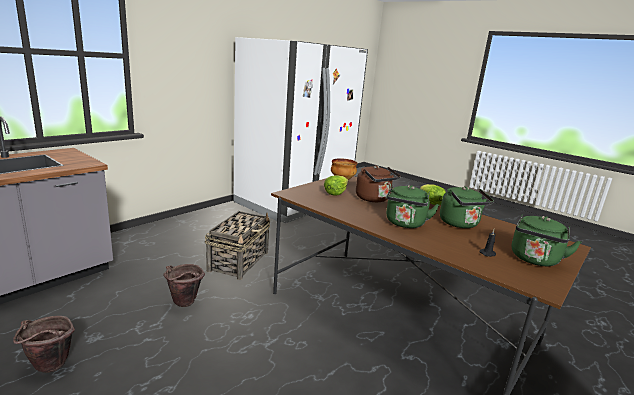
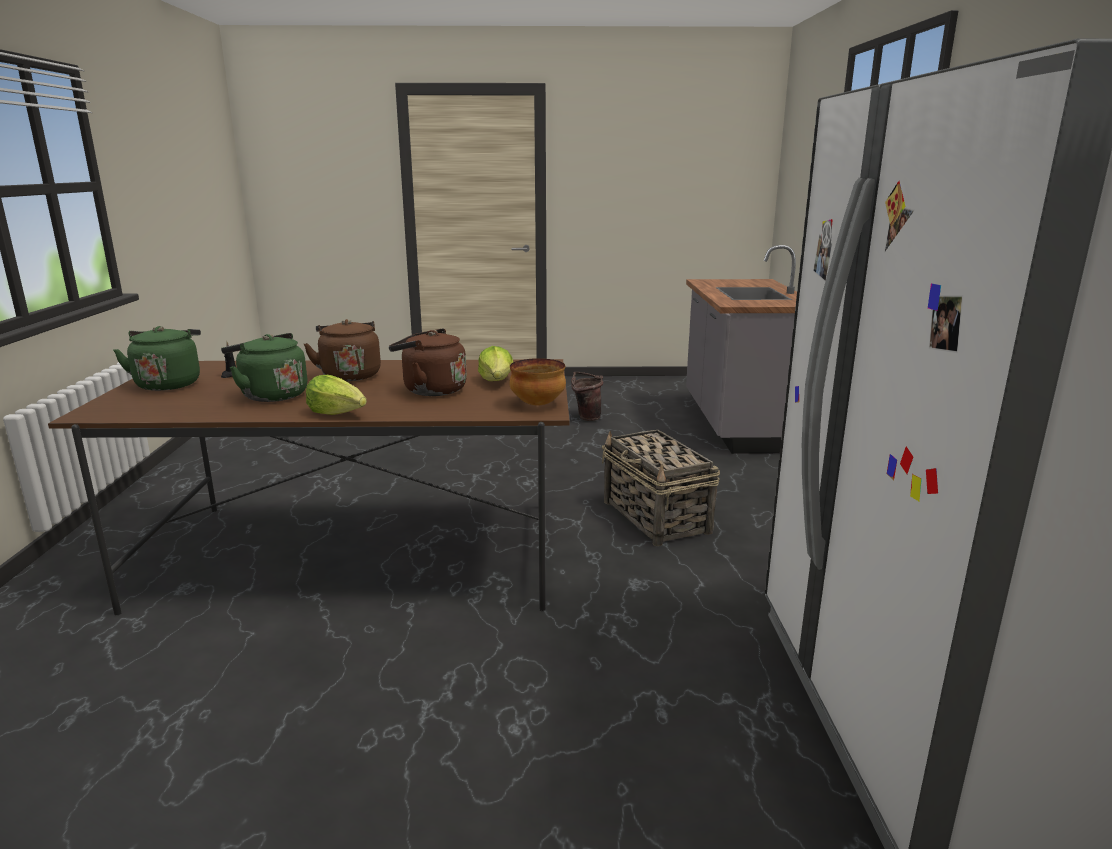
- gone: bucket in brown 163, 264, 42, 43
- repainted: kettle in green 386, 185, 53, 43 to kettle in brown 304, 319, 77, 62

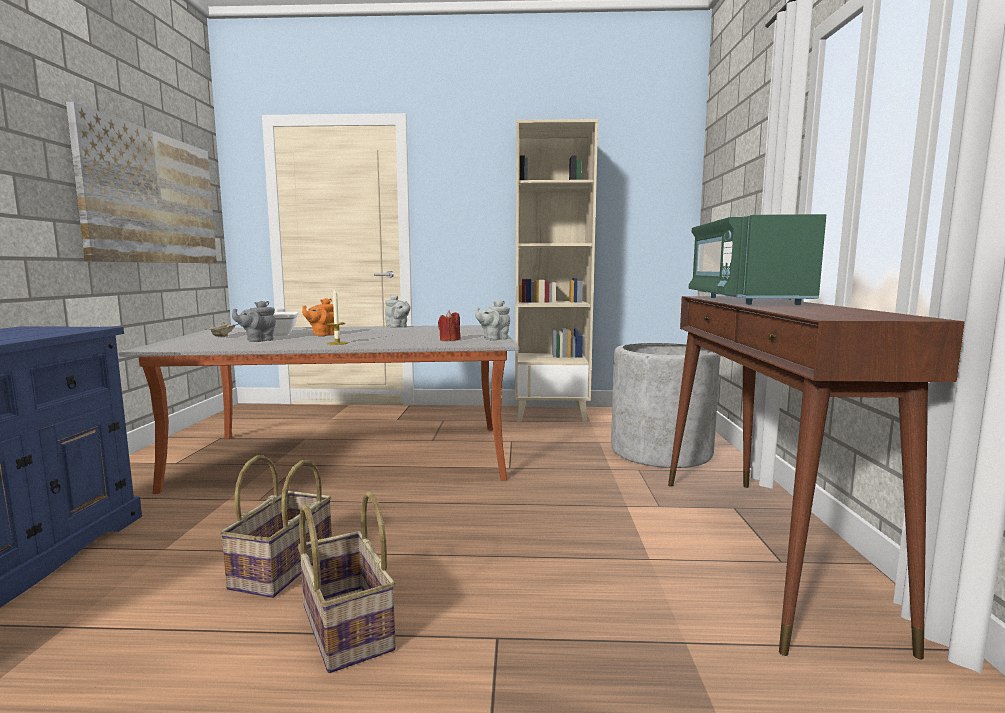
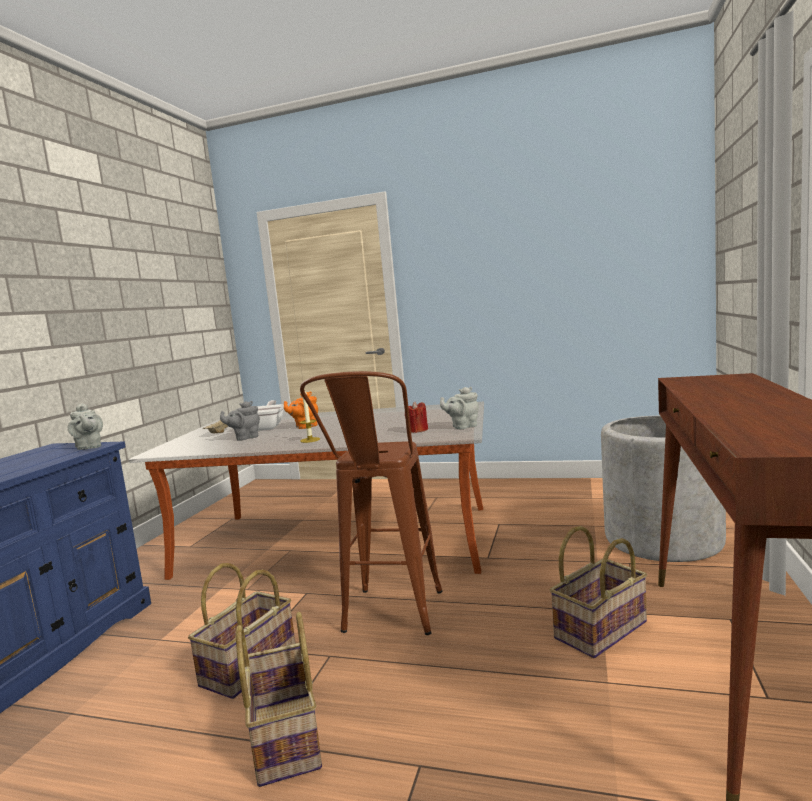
- gone: picture 66, 102, 151, 161
- gone: bookcase in beige 515, 119, 83, 304
- gone: microwave in green 689, 214, 137, 91
- new: stool in brown 300, 371, 142, 264
- new: basket 550, 526, 97, 132
- shifted: teapot in grey 385, 294, 25, 33 to 68, 403, 35, 47

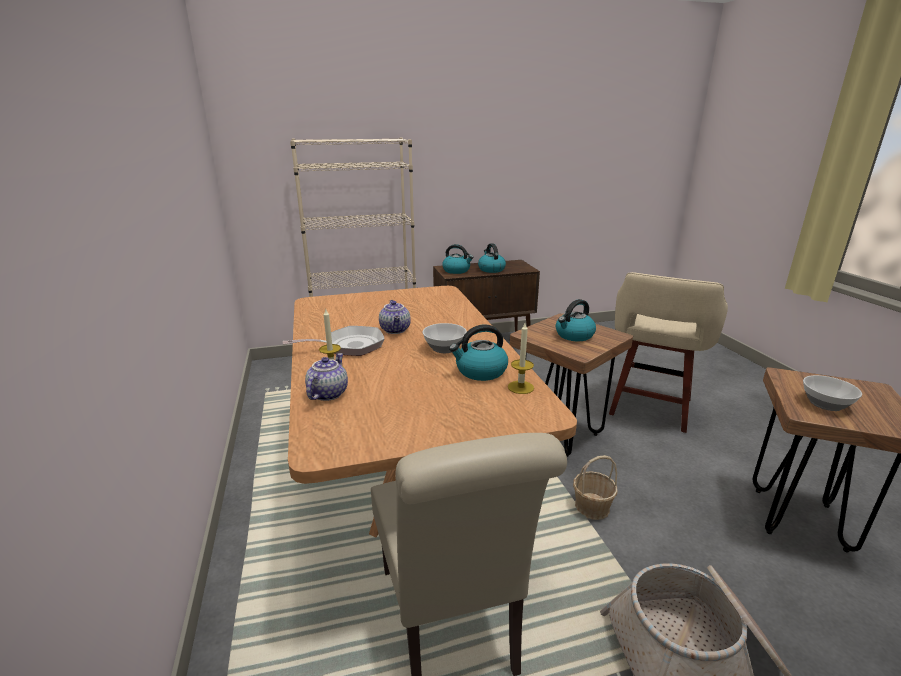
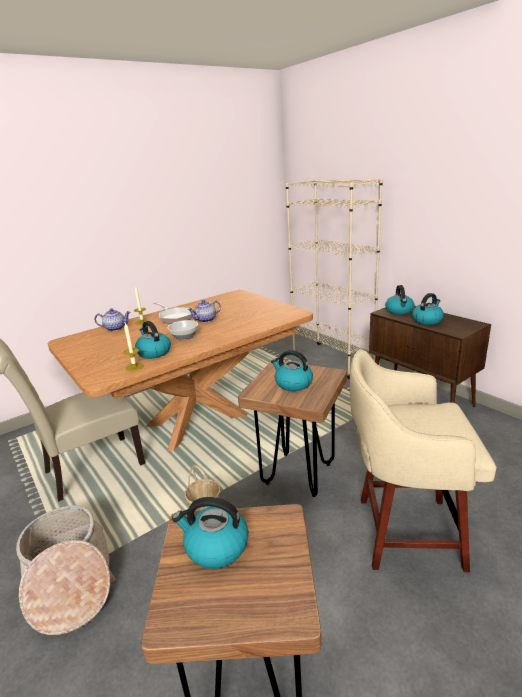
- swapped: bowl 803, 375, 59, 36 to kettle 172, 497, 76, 72

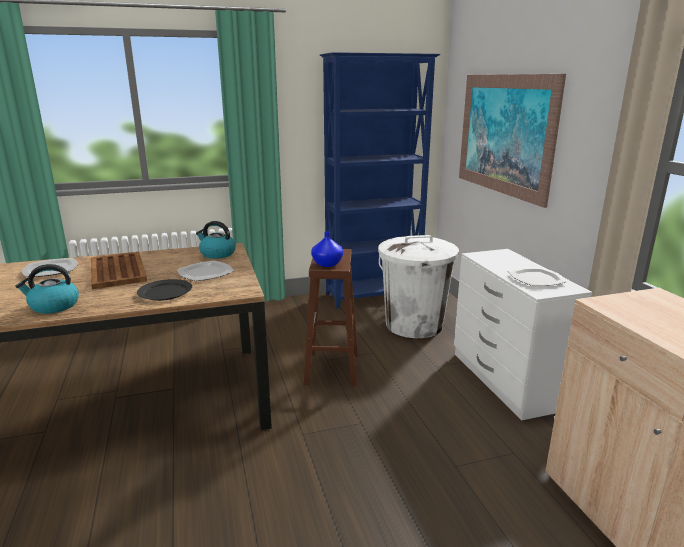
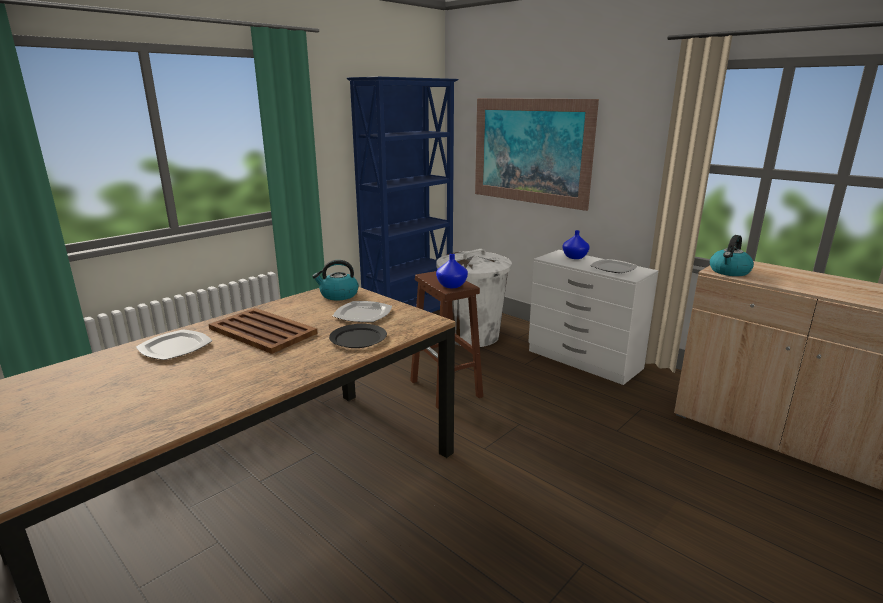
- new: vase in blue 562, 230, 27, 29
- shifted: kettle 15, 264, 64, 50 to 710, 235, 44, 41

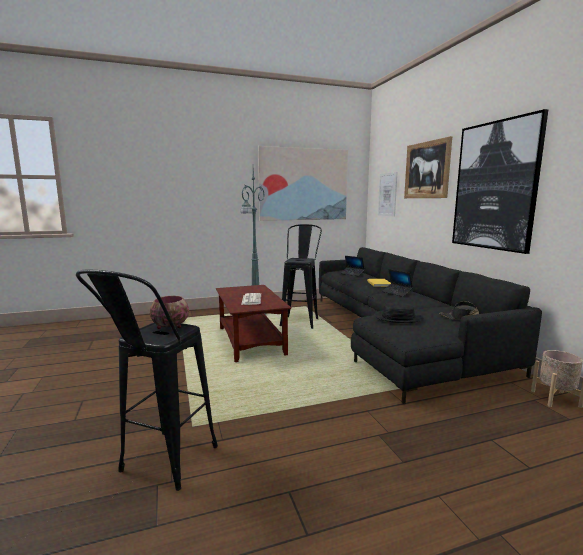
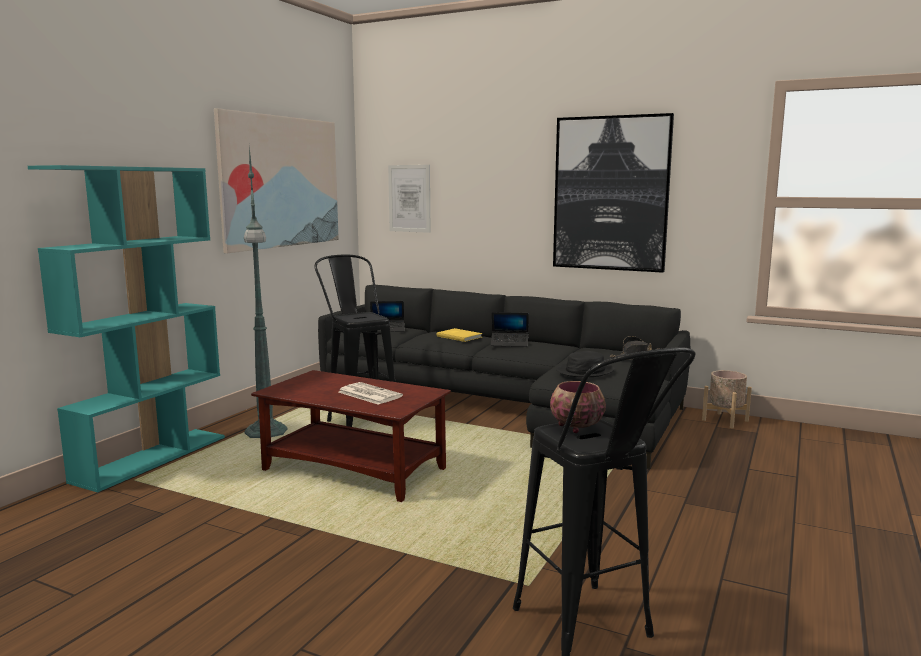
- gone: picture 404, 136, 48, 62
- new: bookcase in turquoise 28, 165, 197, 327

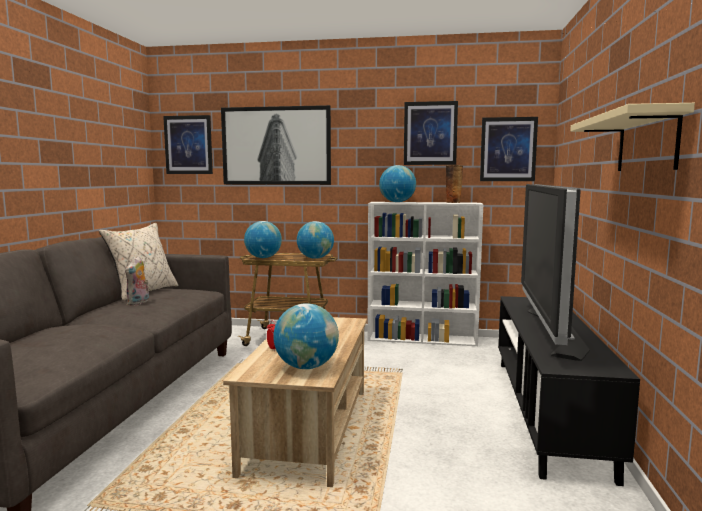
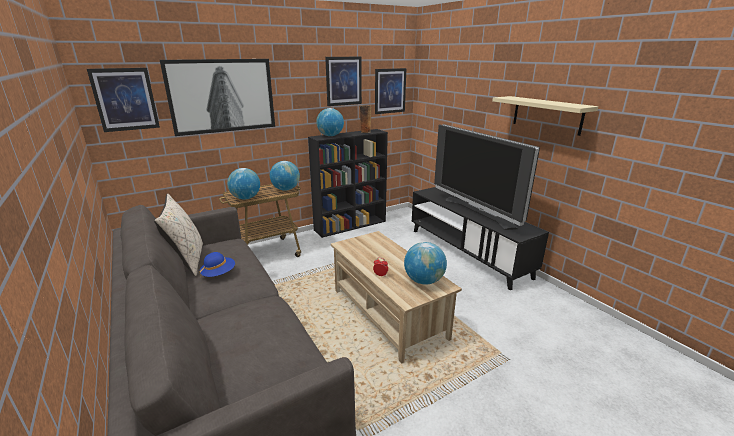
- swapped: plush toy 125, 256, 24, 50 to hat in blue 199, 252, 36, 26
- repainted: bookcase in white 367, 202, 116, 144 to bookcase in black 308, 129, 80, 109

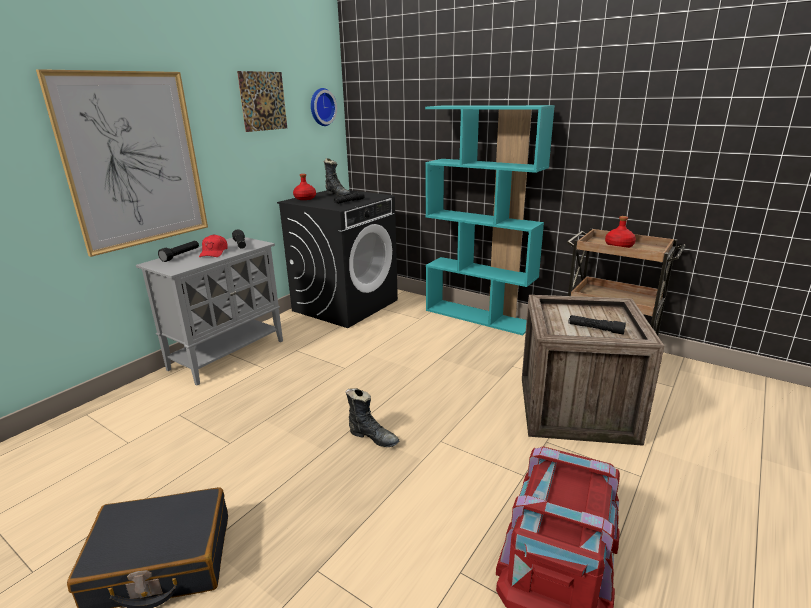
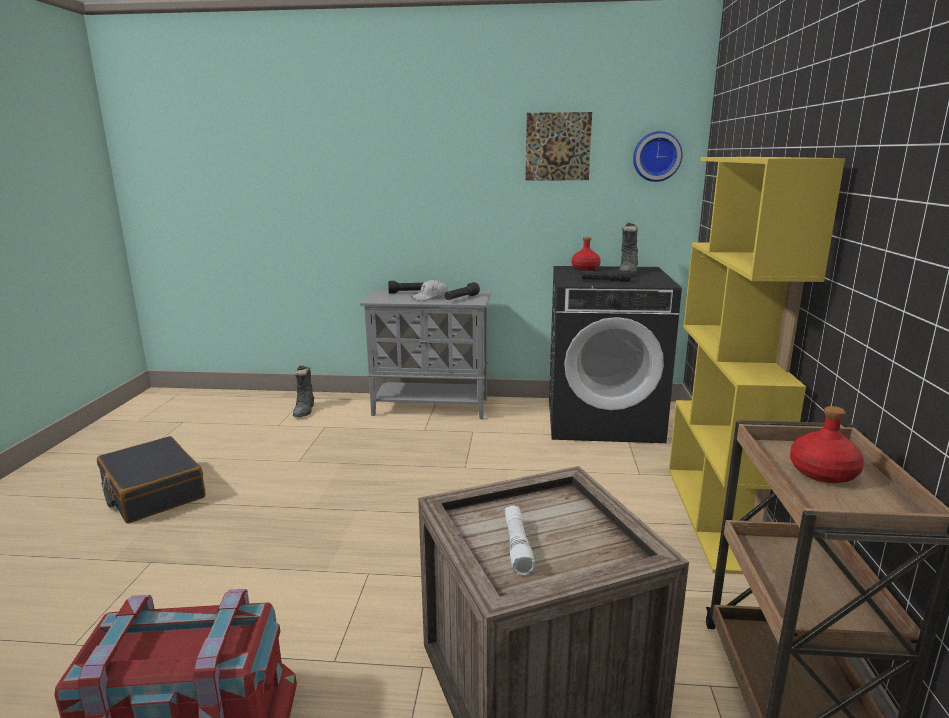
- gone: picture 36, 69, 172, 188
- shifted: boot in black 345, 388, 54, 59 to 293, 365, 21, 52
- repainted: cap in red 199, 234, 29, 23 to cap in white 411, 279, 37, 22
- repainted: bookcase in turquoise 425, 105, 130, 230 to bookcase in yellow 669, 157, 176, 417
- repainted: flashlight in black 568, 315, 58, 20 to flashlight in white 505, 506, 30, 70

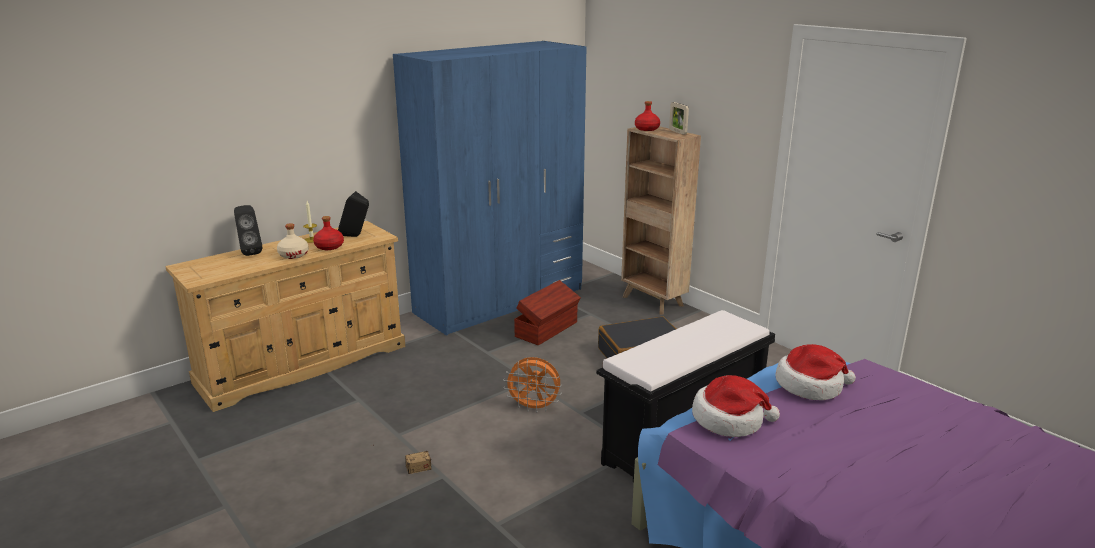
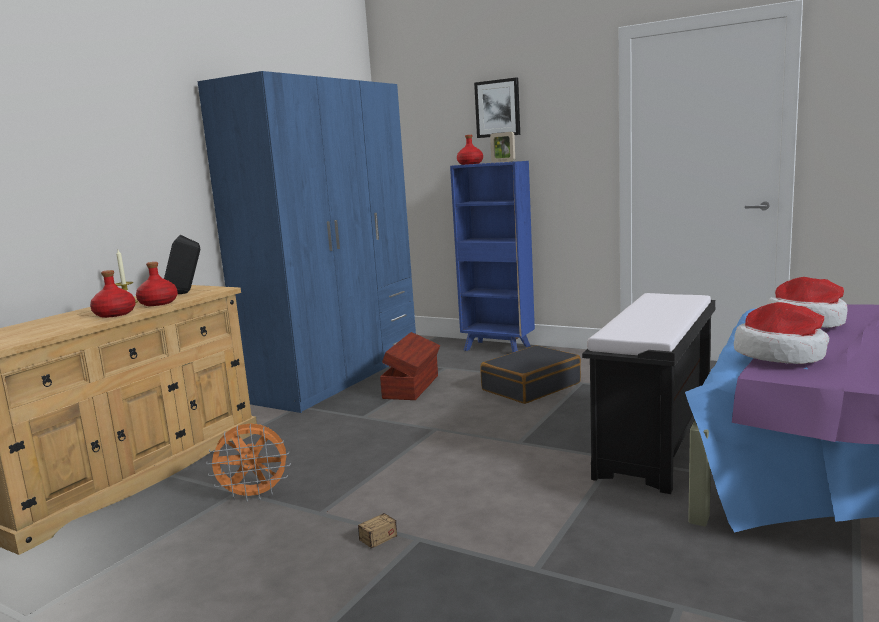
- gone: speaker in black 234, 205, 29, 51
- new: picture 474, 77, 46, 61
- shifted: fan in orange 503, 357, 59, 56 to 206, 424, 85, 78
- repainted: bottle in beige 277, 223, 32, 36 to bottle in red 90, 270, 46, 48
- repainted: bookcase in brown 621, 126, 80, 189 to bookcase in blue 450, 161, 85, 191

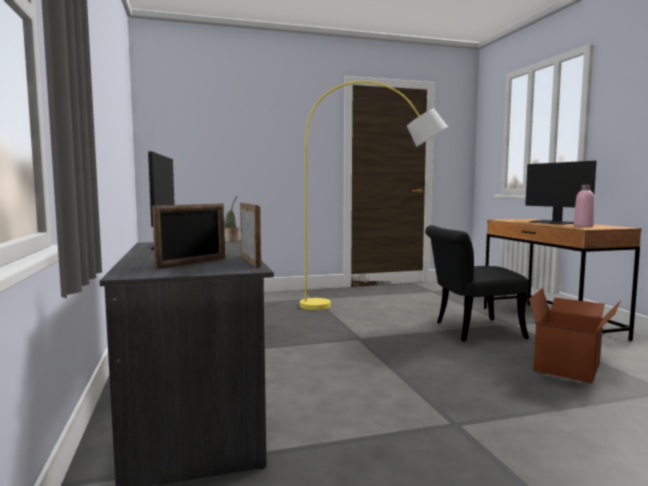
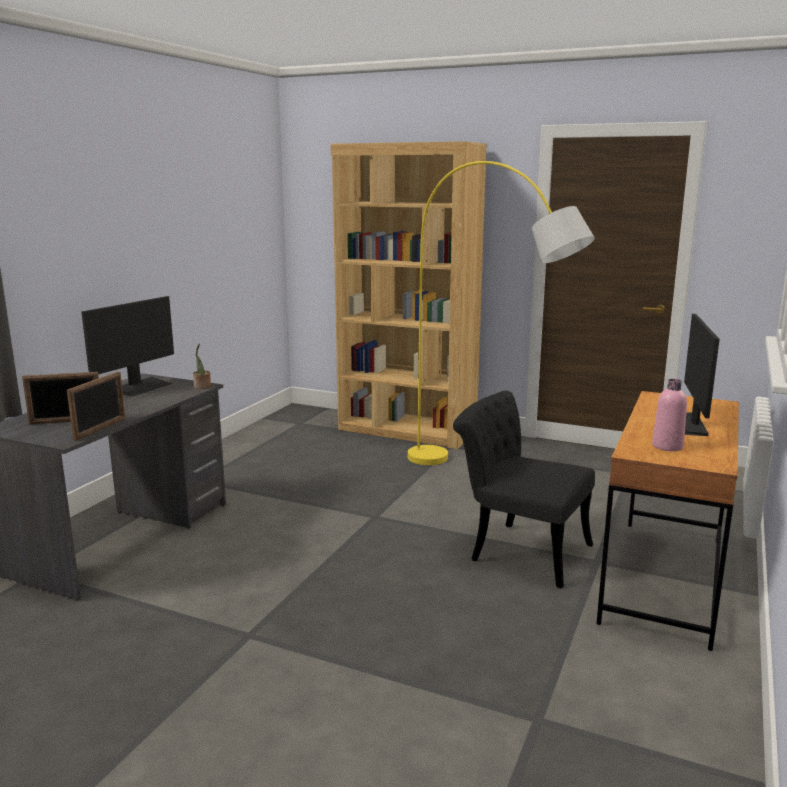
- gone: cardboard box 529, 288, 92, 95
- new: bookcase in brown 331, 141, 156, 308

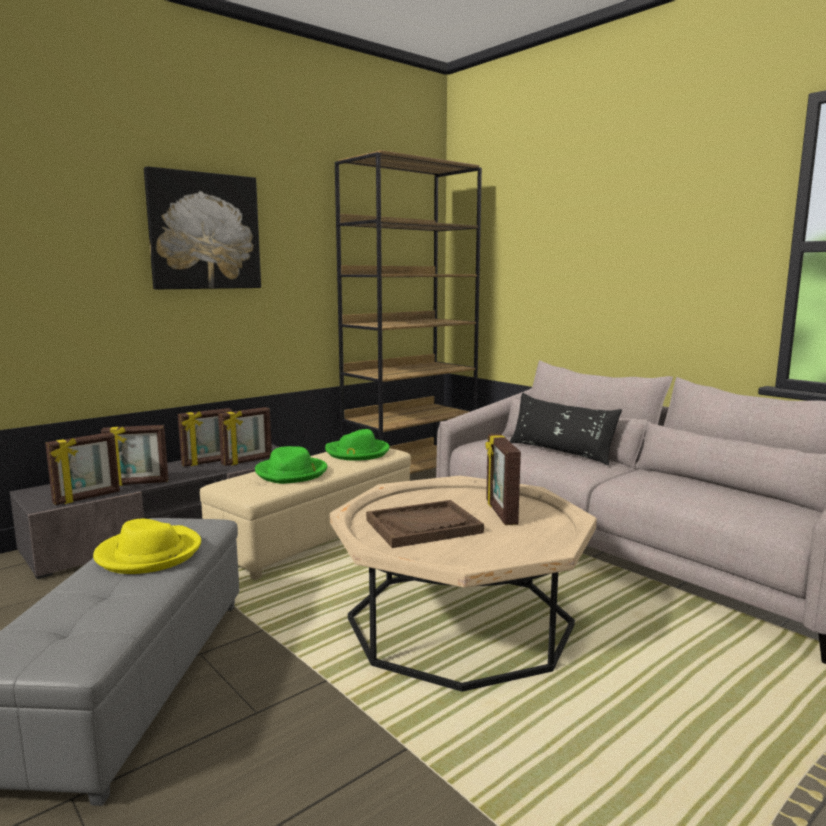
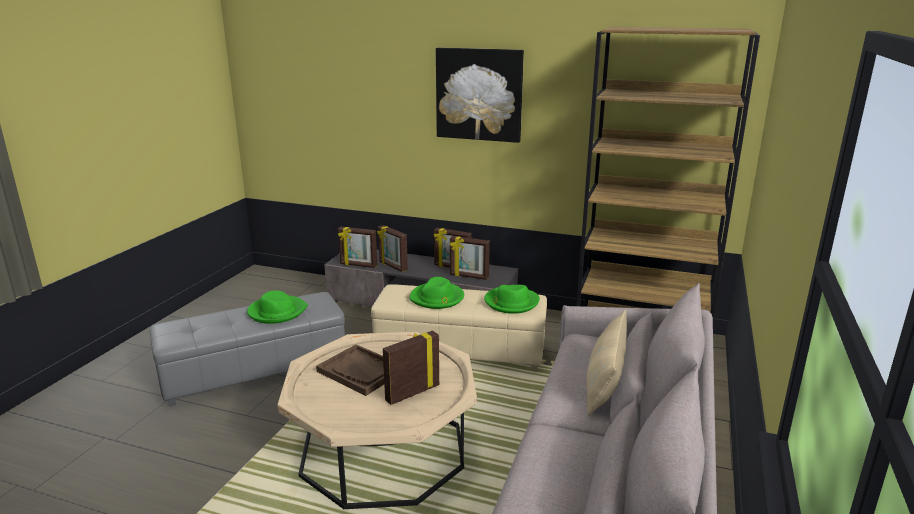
- repainted: hat in yellow 93, 519, 108, 55 to hat in green 247, 290, 61, 34
- repainted: pillow in black 509, 392, 113, 73 to pillow in beige 587, 310, 40, 106

